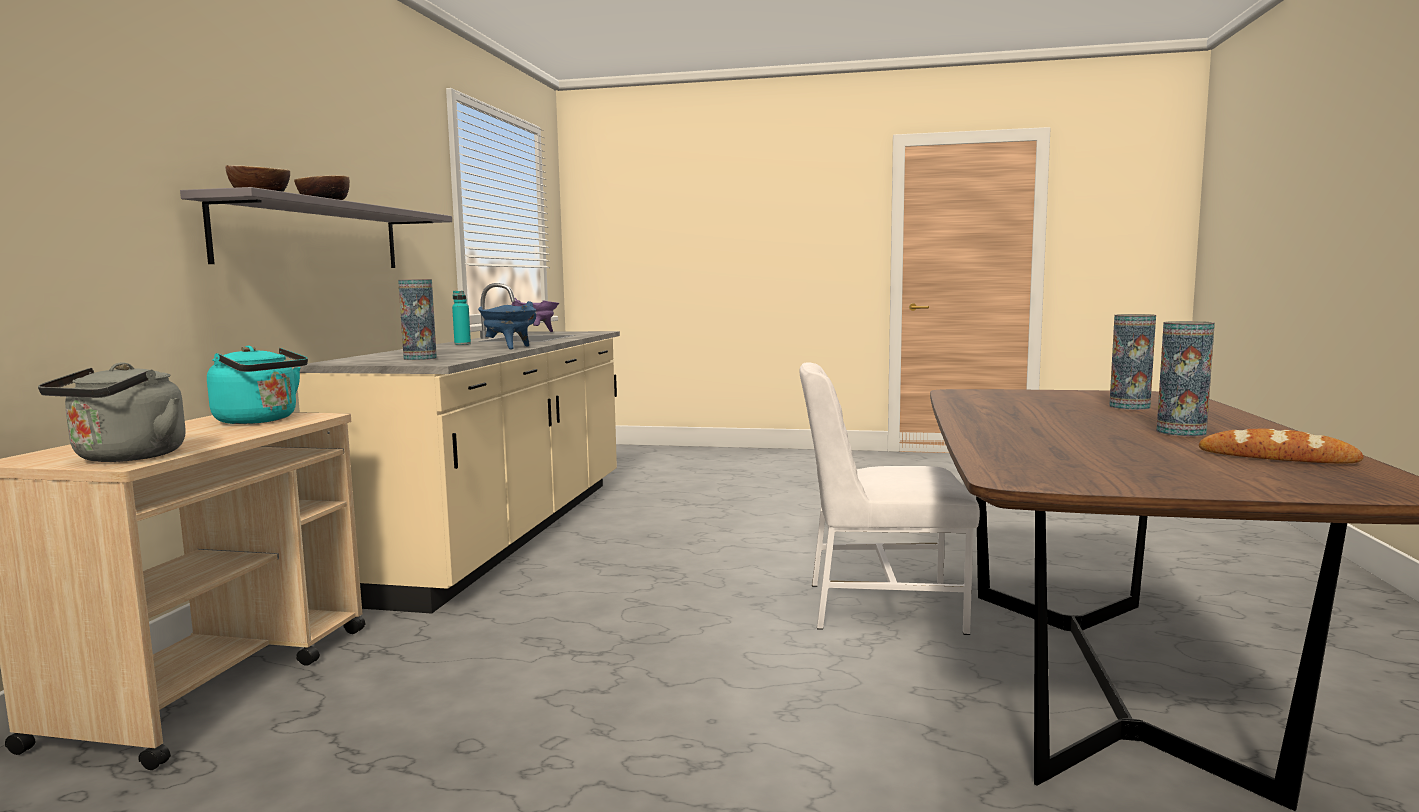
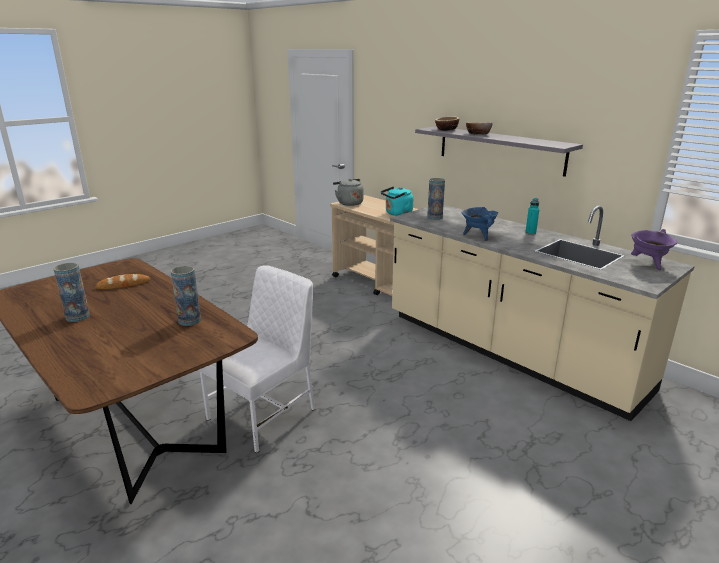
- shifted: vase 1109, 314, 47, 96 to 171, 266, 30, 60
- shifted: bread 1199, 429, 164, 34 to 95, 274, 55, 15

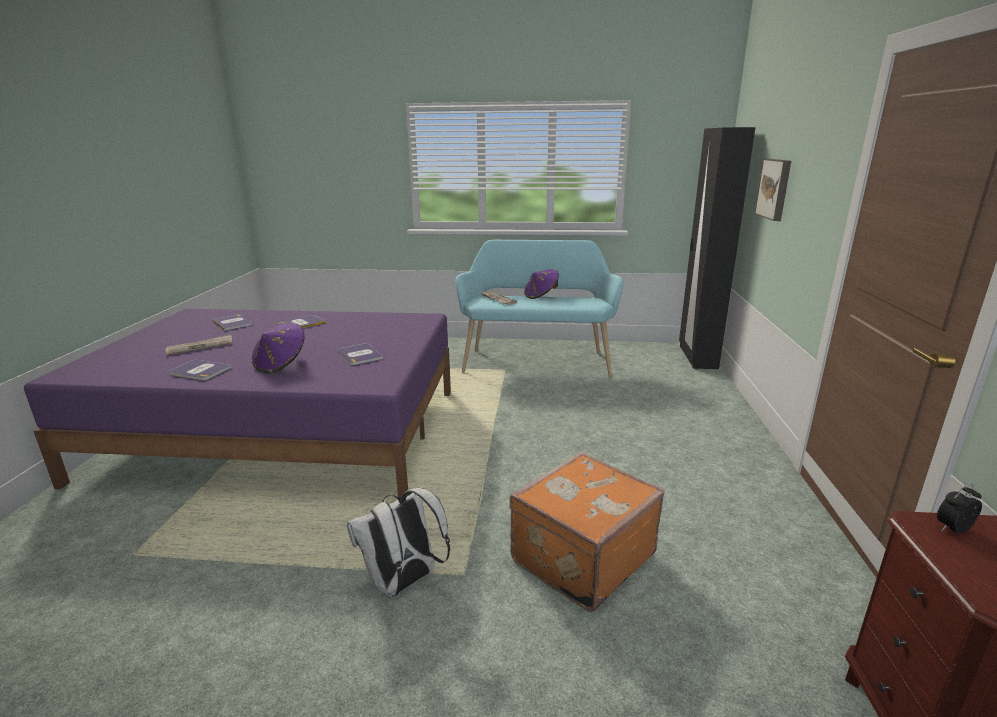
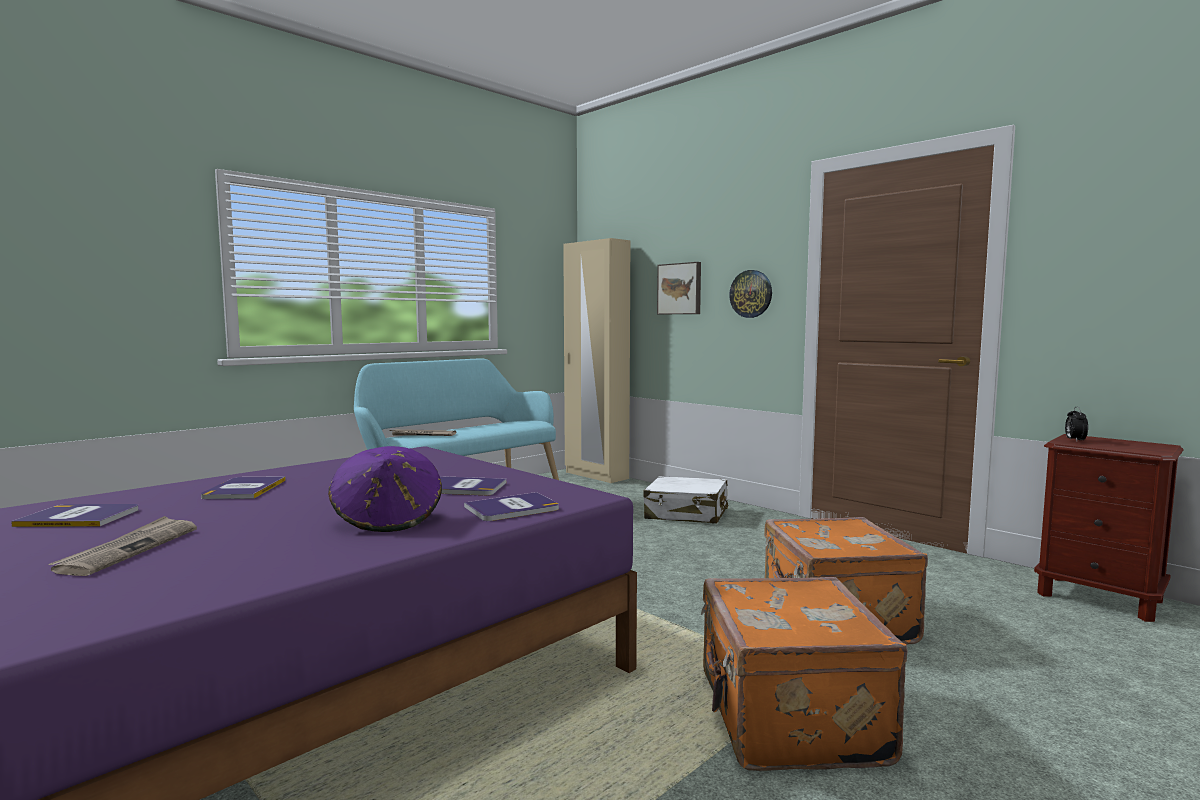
- gone: hat in purple 524, 269, 35, 30
- new: suitcase in white 643, 476, 85, 48
- new: wall clock 729, 270, 43, 48
- shifted: book 168, 359, 64, 21 to 464, 492, 95, 29
- swapped: backpack in white 347, 487, 103, 109 to suitcase in orange 701, 577, 207, 194
- repainted: wardrobe in black 679, 127, 77, 242 to wardrobe in beige 563, 238, 67, 245

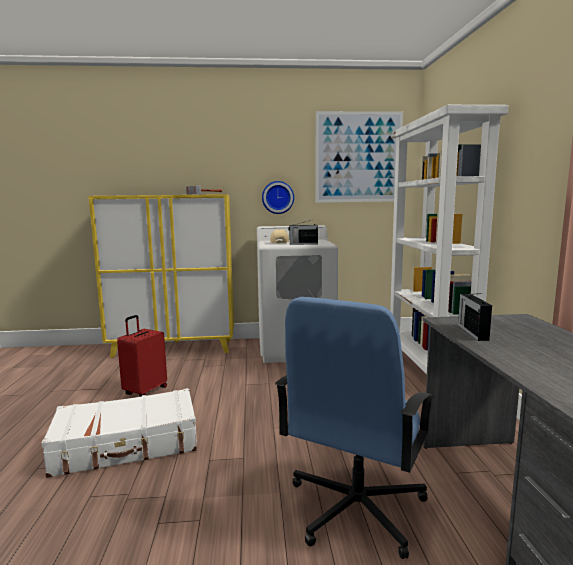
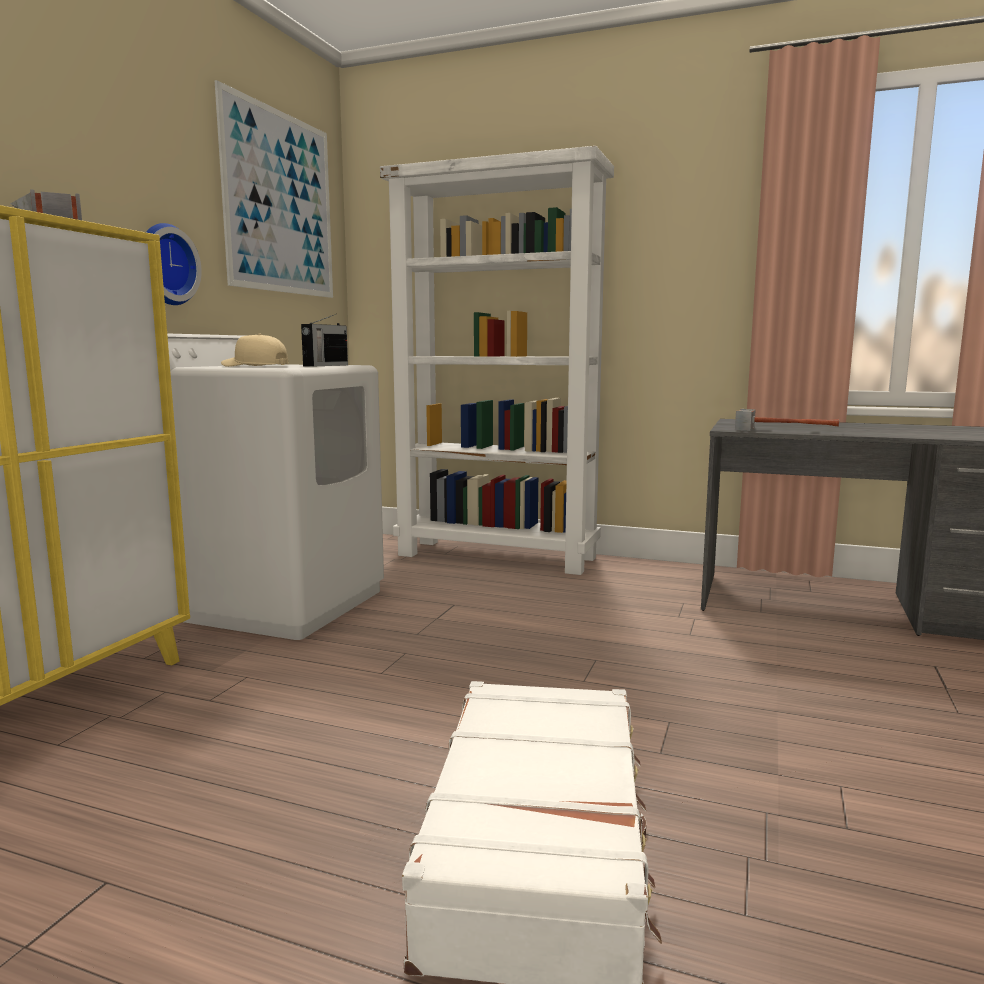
- gone: suitcase in red 117, 315, 50, 82
- gone: office chair in blue 275, 297, 160, 262
- swapped: radio 458, 293, 34, 48 to hammer 735, 409, 104, 22

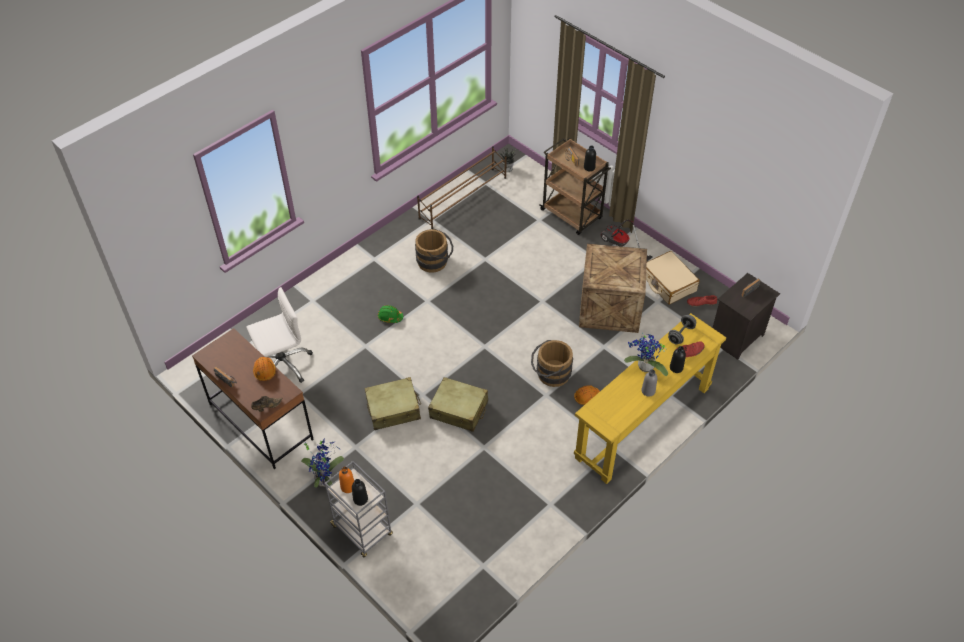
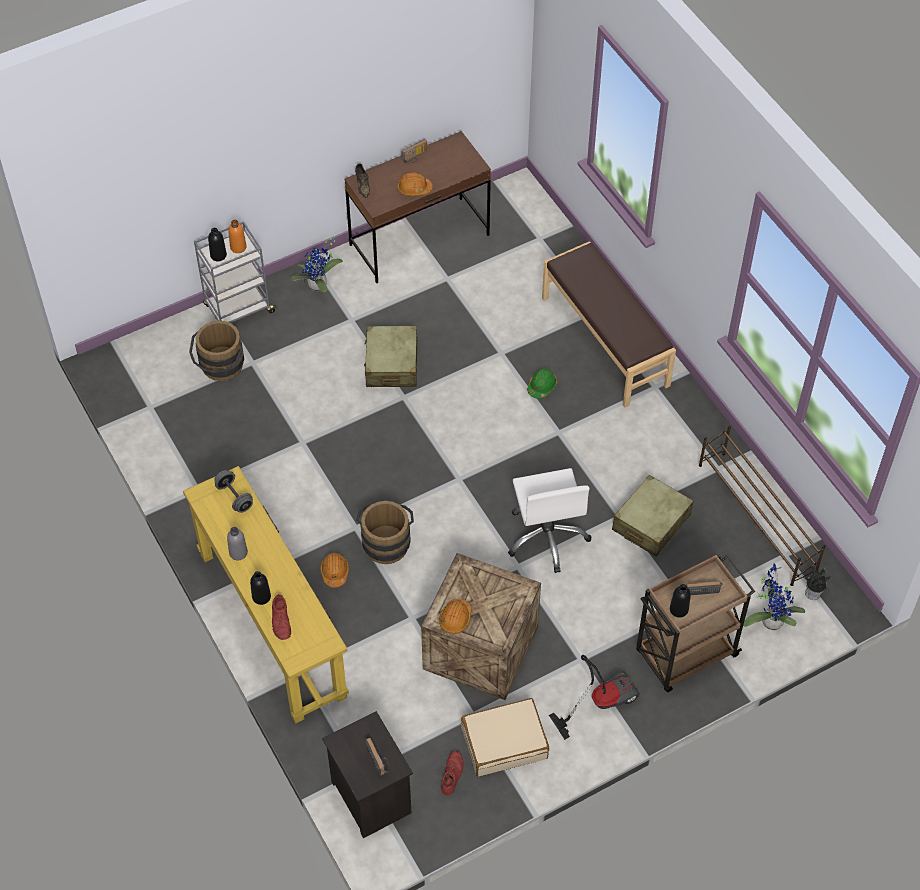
- new: hard hat in orange 439, 599, 32, 35
- new: bench in brown 542, 241, 134, 167
- shifted: office chair in white 246, 287, 67, 96 to 508, 468, 83, 105
- shifted: bucket in brown 415, 229, 38, 44 to 189, 321, 55, 60
- shifted: suitcase in beige 428, 377, 60, 55 to 612, 475, 81, 82
- shifted: potted plant 624, 333, 44, 43 to 743, 563, 62, 67
- shifted: dumbbell in grey 668, 315, 28, 29 to 214, 470, 39, 43

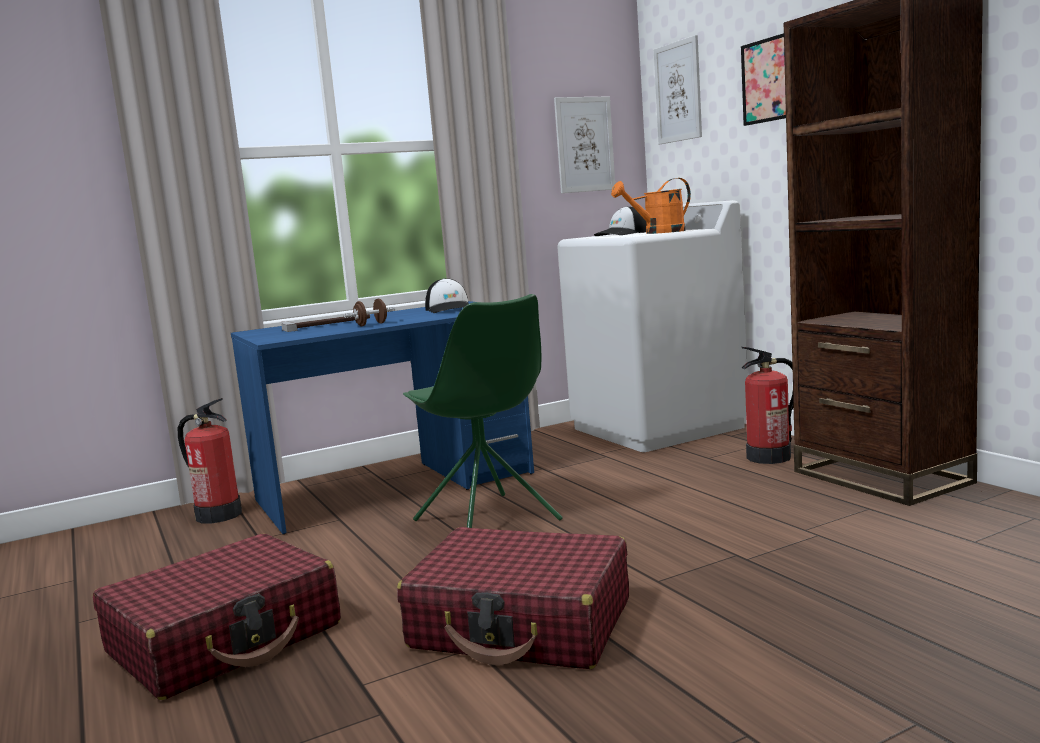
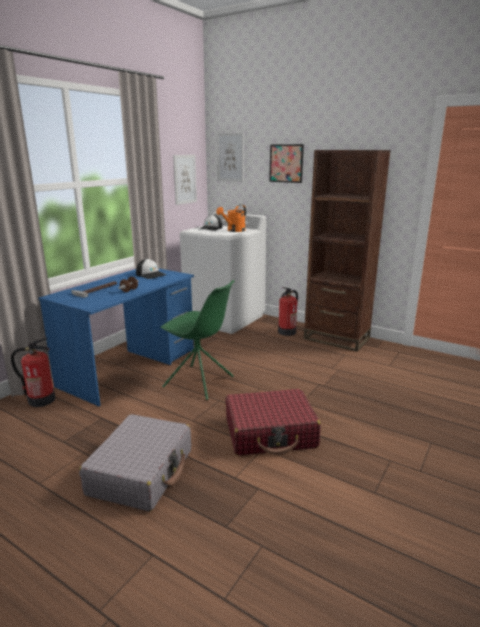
- repainted: suitcase in red 93, 534, 248, 166 to suitcase in grey 79, 414, 112, 98

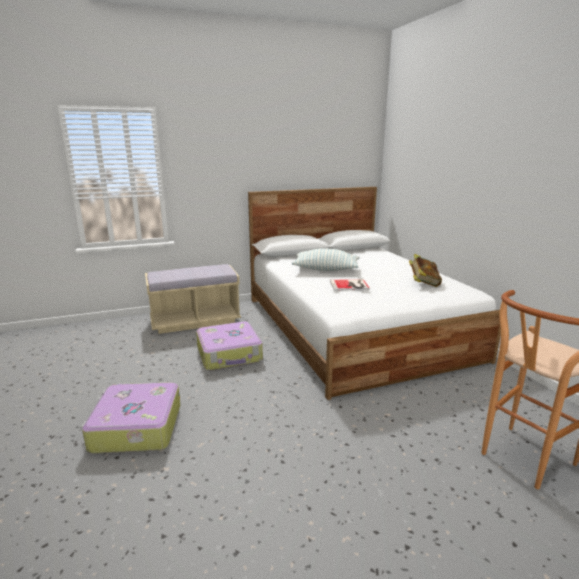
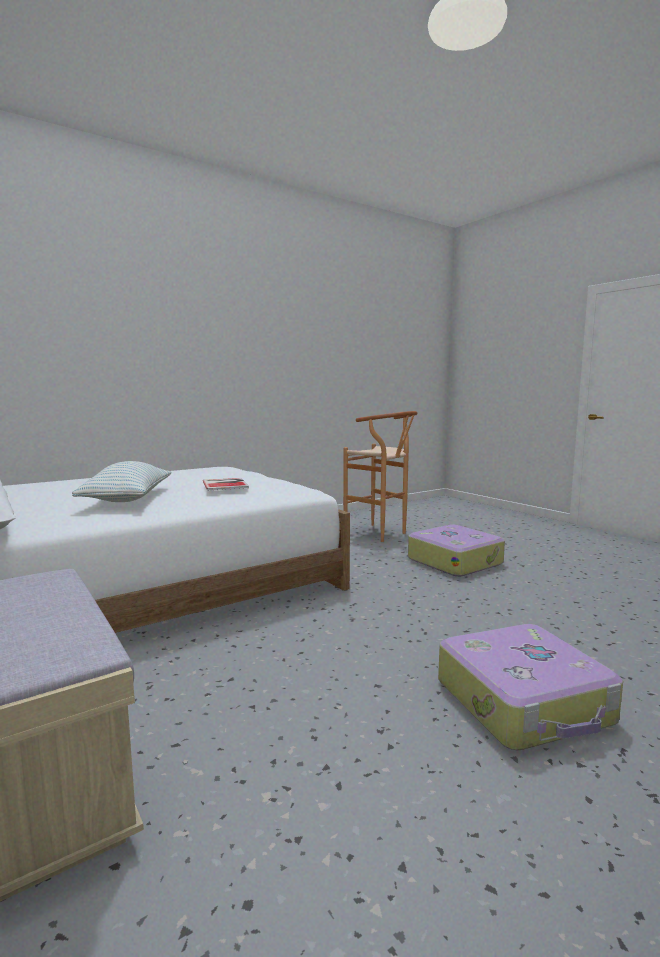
- gone: book 409, 254, 33, 33
- shifted: suitcase 196, 321, 67, 50 to 408, 524, 97, 53

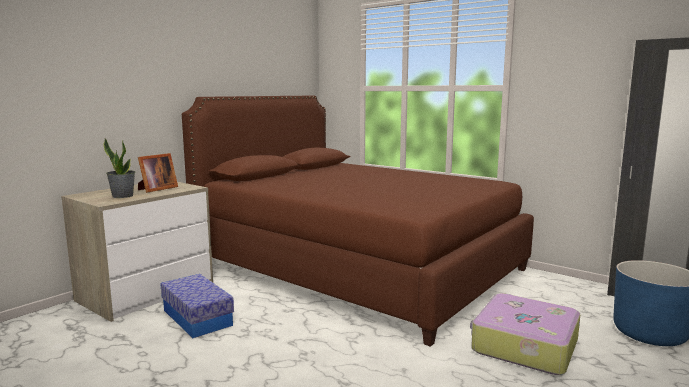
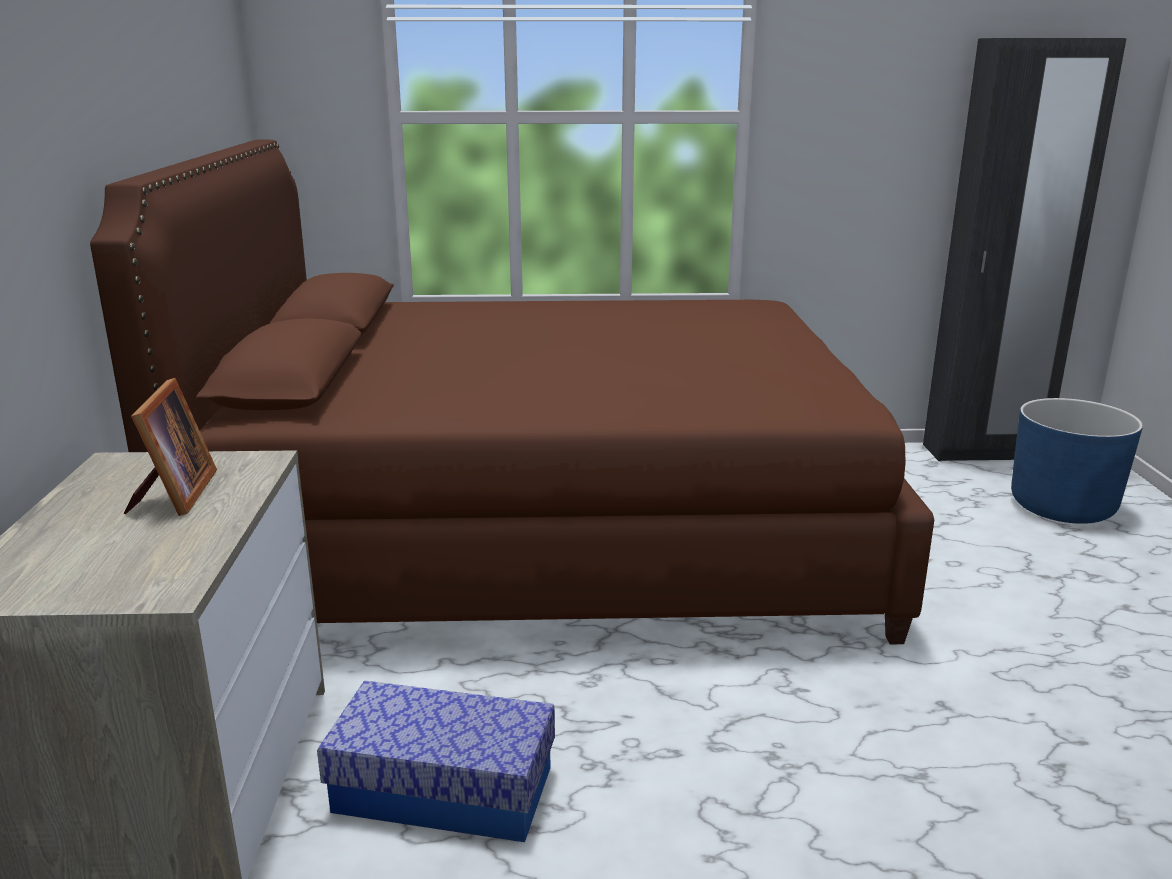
- gone: potted plant 103, 138, 32, 60
- gone: suitcase 470, 293, 110, 82

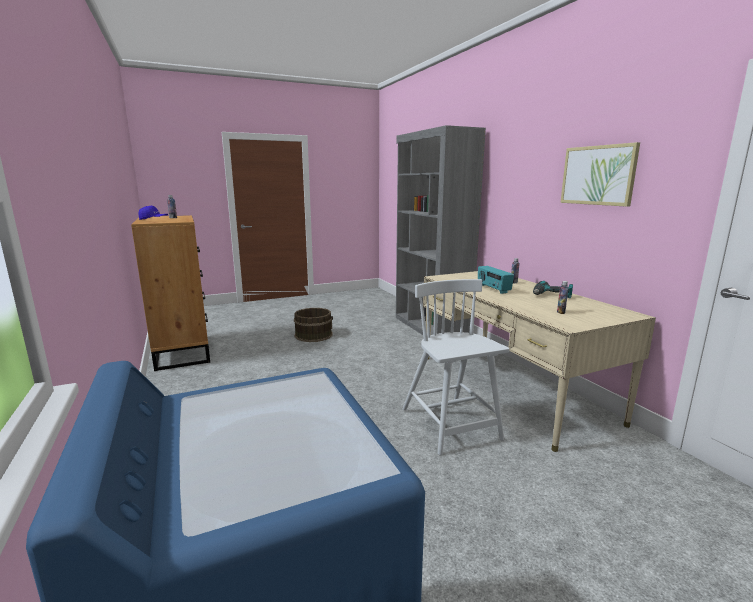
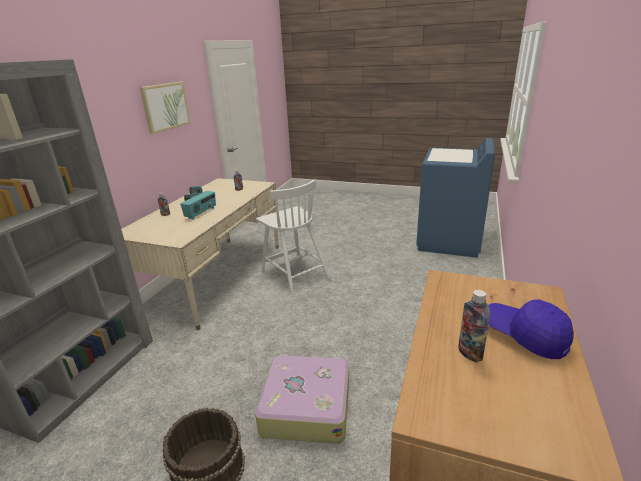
- new: suitcase 255, 354, 94, 90
- rotated: chair in white 402, 279, 108, 176 = 256, 179, 74, 116 60 degrees counterclockwise

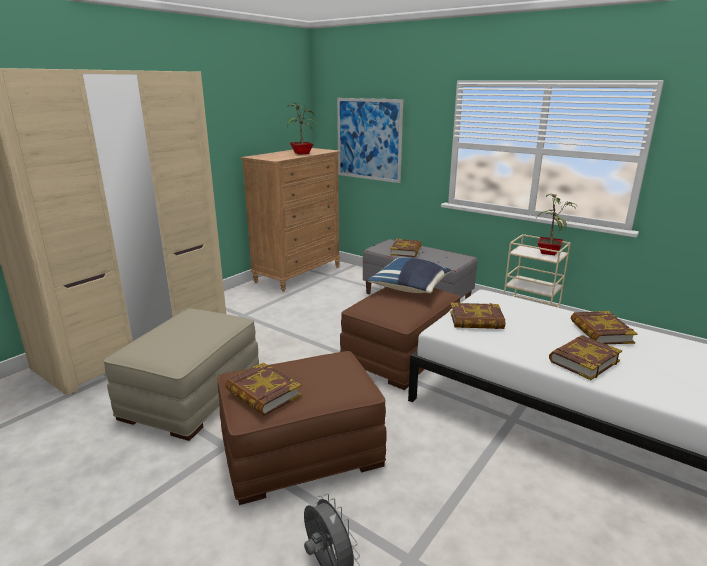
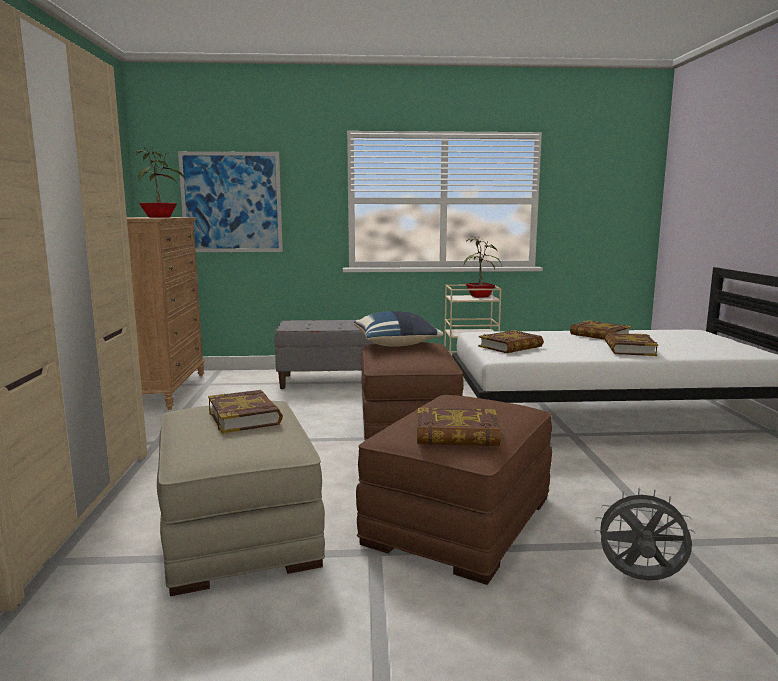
- shifted: book 390, 239, 31, 18 to 208, 390, 75, 44

